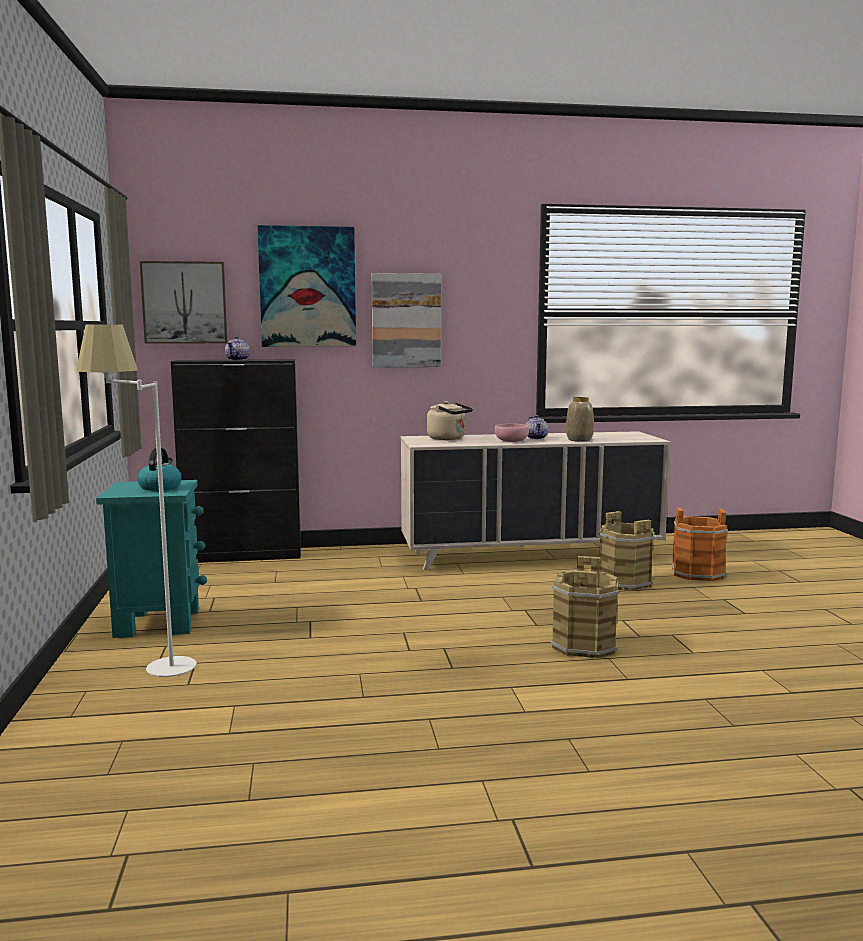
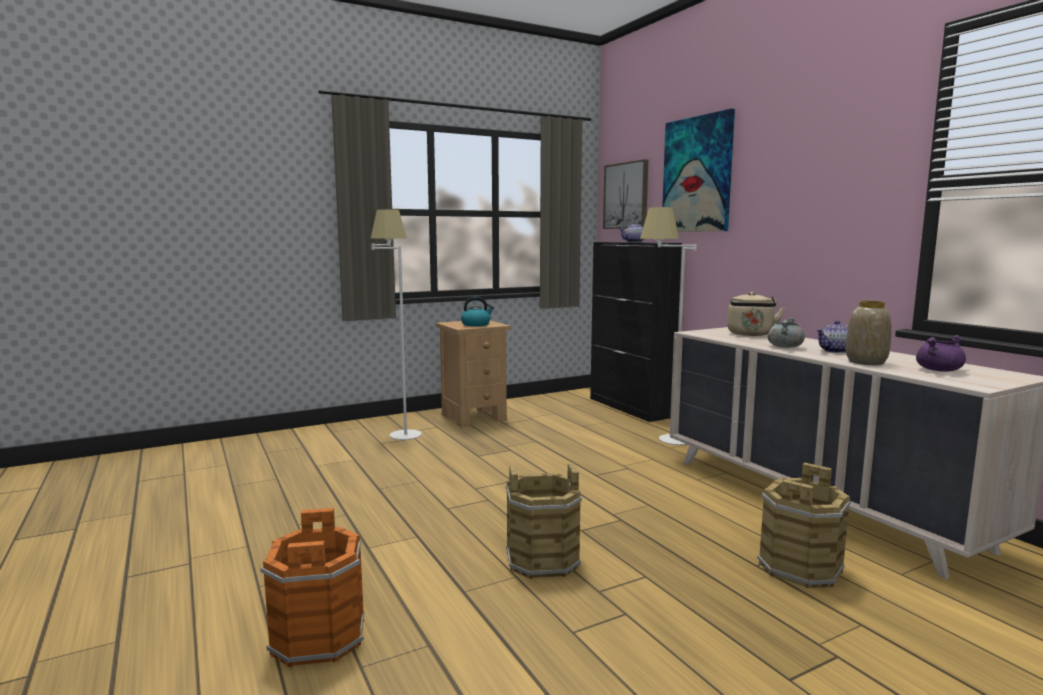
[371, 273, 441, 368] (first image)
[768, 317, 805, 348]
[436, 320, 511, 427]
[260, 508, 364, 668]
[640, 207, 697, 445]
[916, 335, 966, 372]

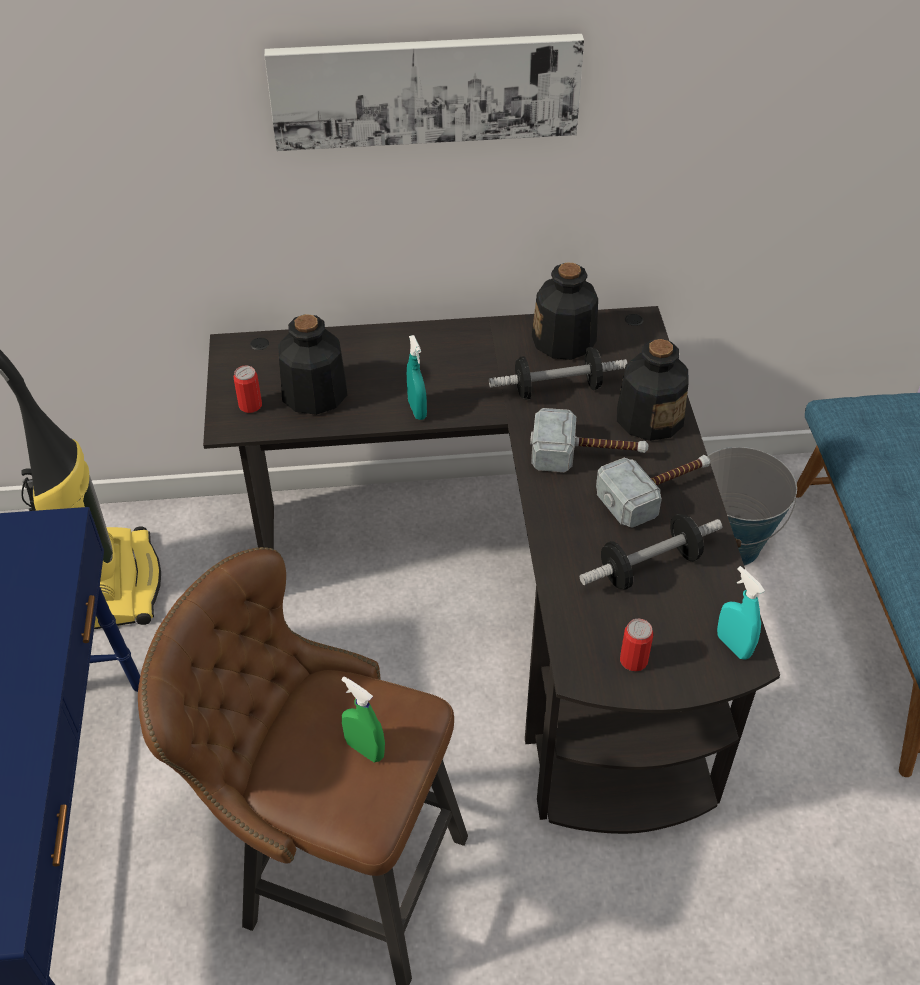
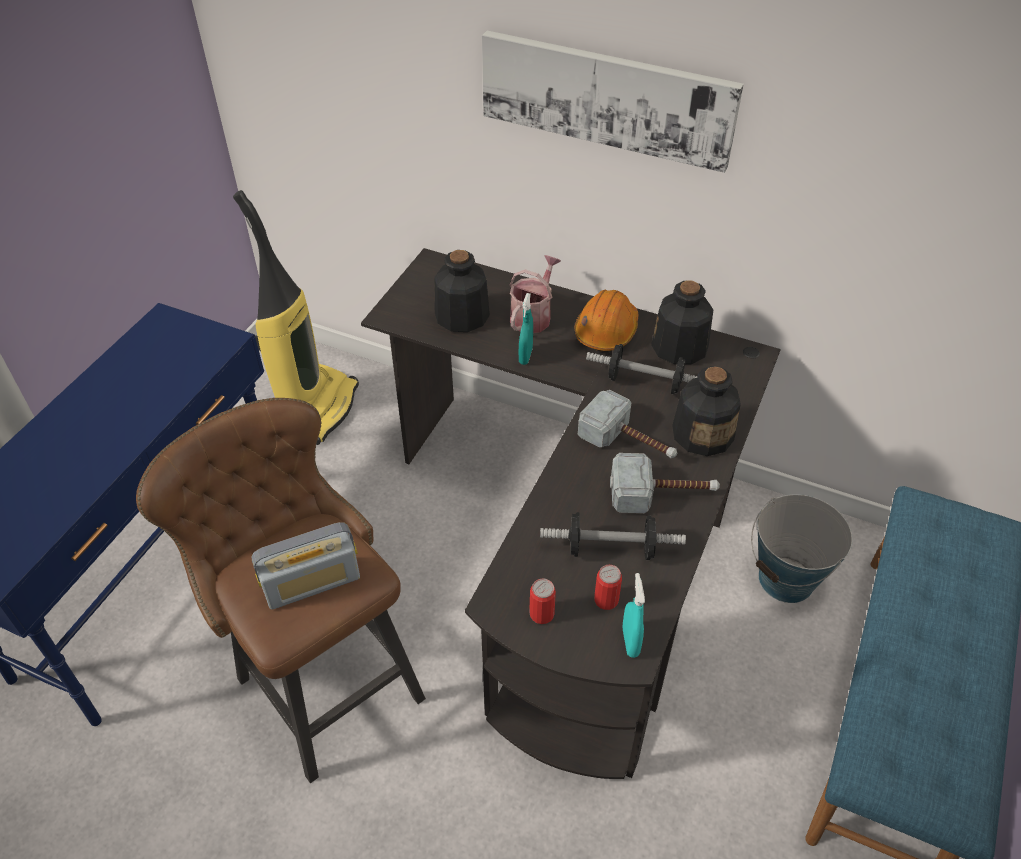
[594, 565, 622, 610]
[252, 522, 360, 610]
[509, 255, 561, 333]
[575, 290, 639, 352]

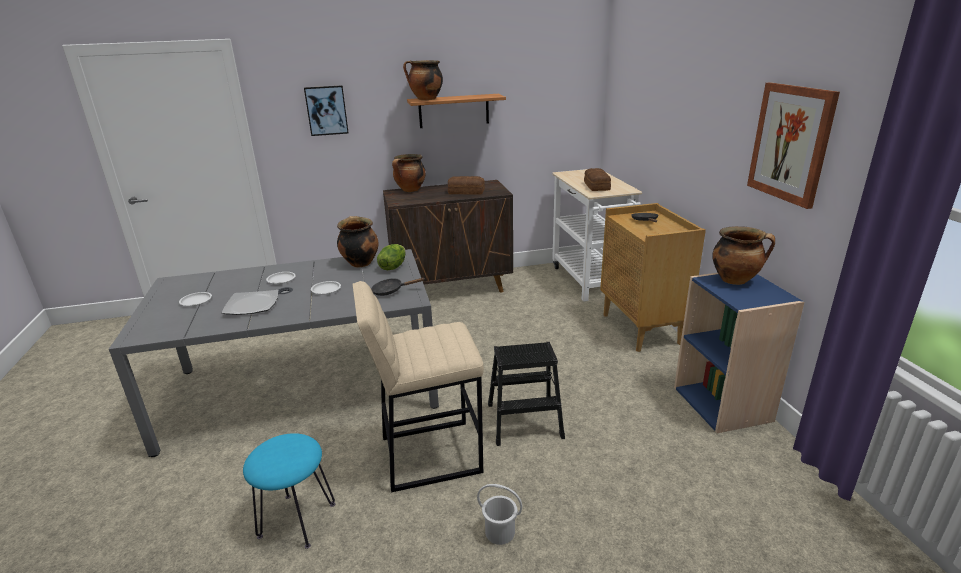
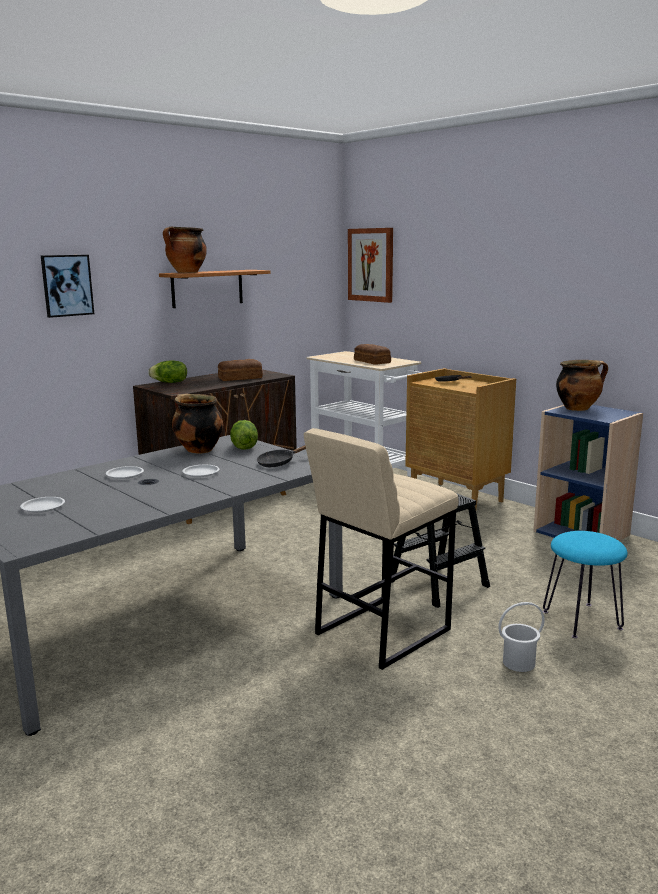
[348, 228, 393, 303]
[148, 361, 187, 383]
[222, 290, 279, 315] (first image)
[543, 531, 628, 638]

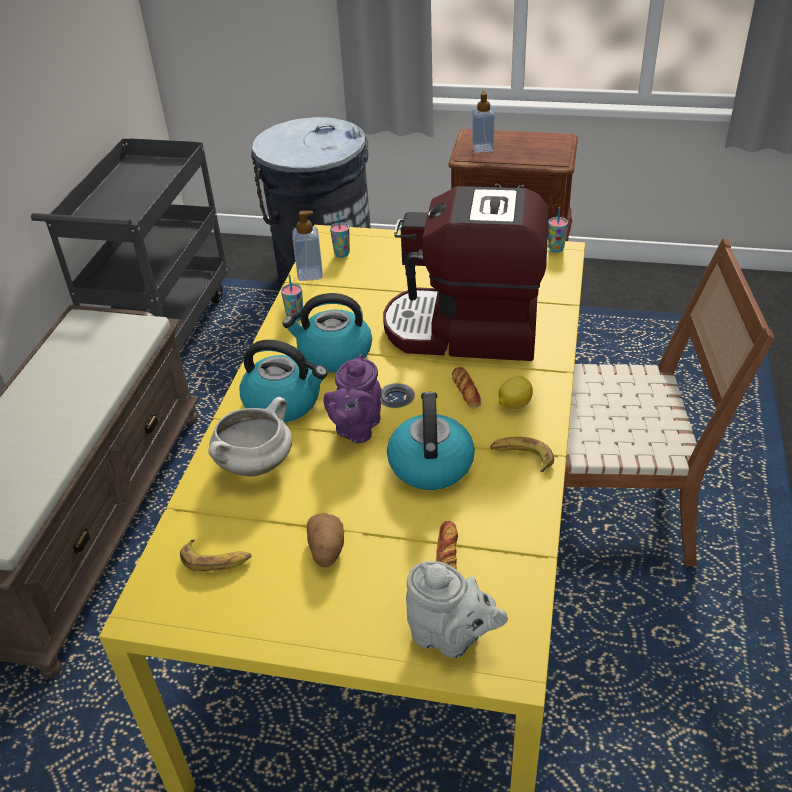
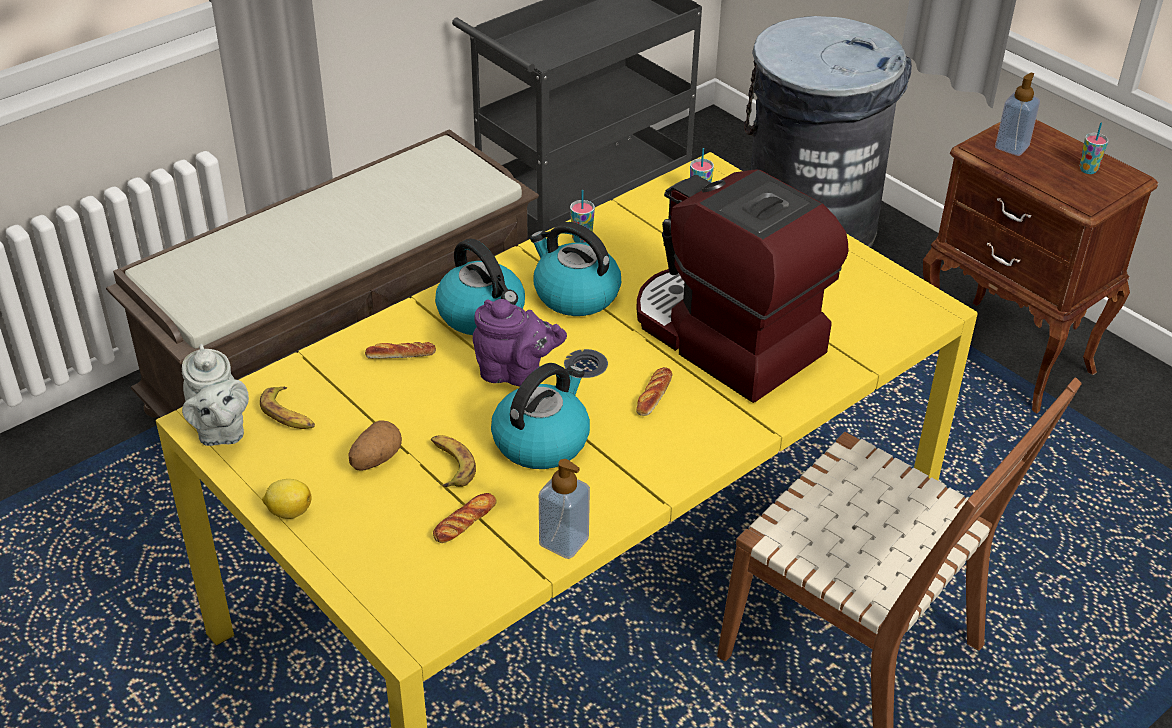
[1080, 122, 1109, 174]
[539, 459, 590, 559]
[473, 299, 567, 386]
[262, 479, 311, 519]
[365, 342, 436, 359]
[431, 435, 476, 487]
[182, 344, 249, 446]

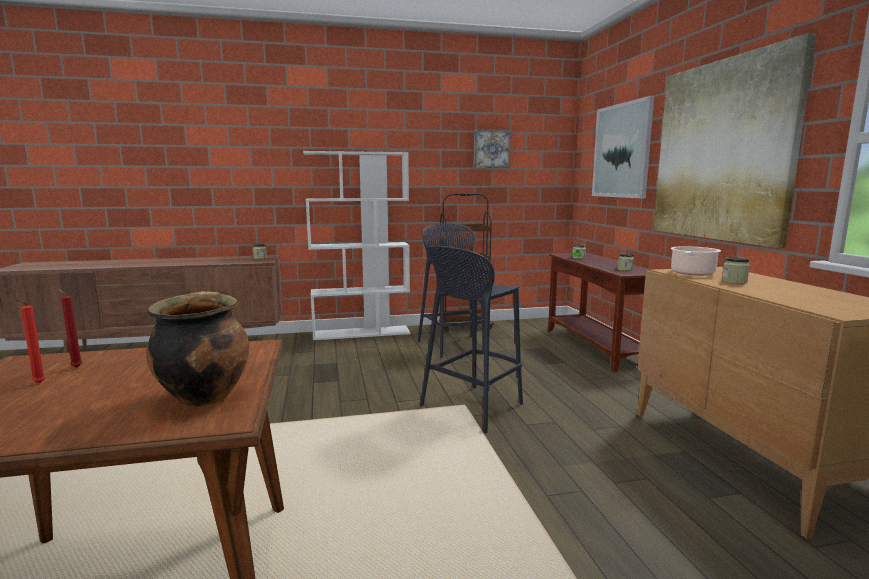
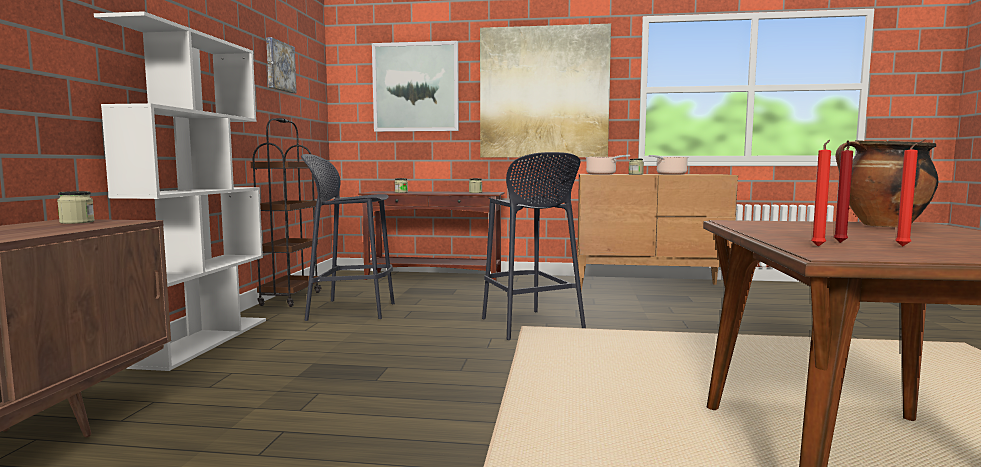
[811, 140, 831, 246]
[649, 155, 688, 174]

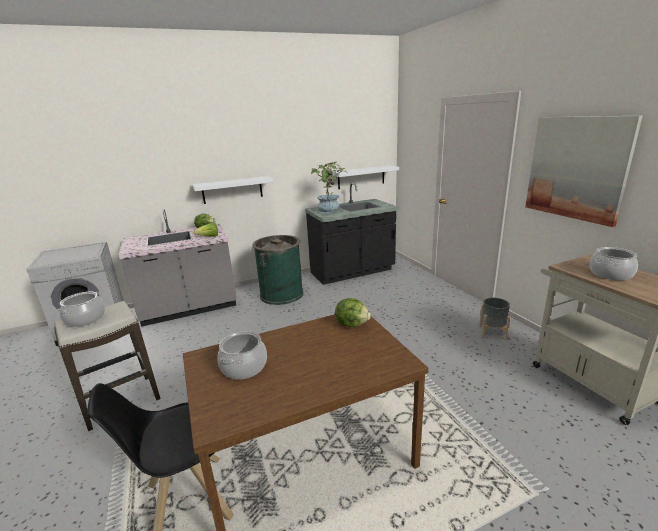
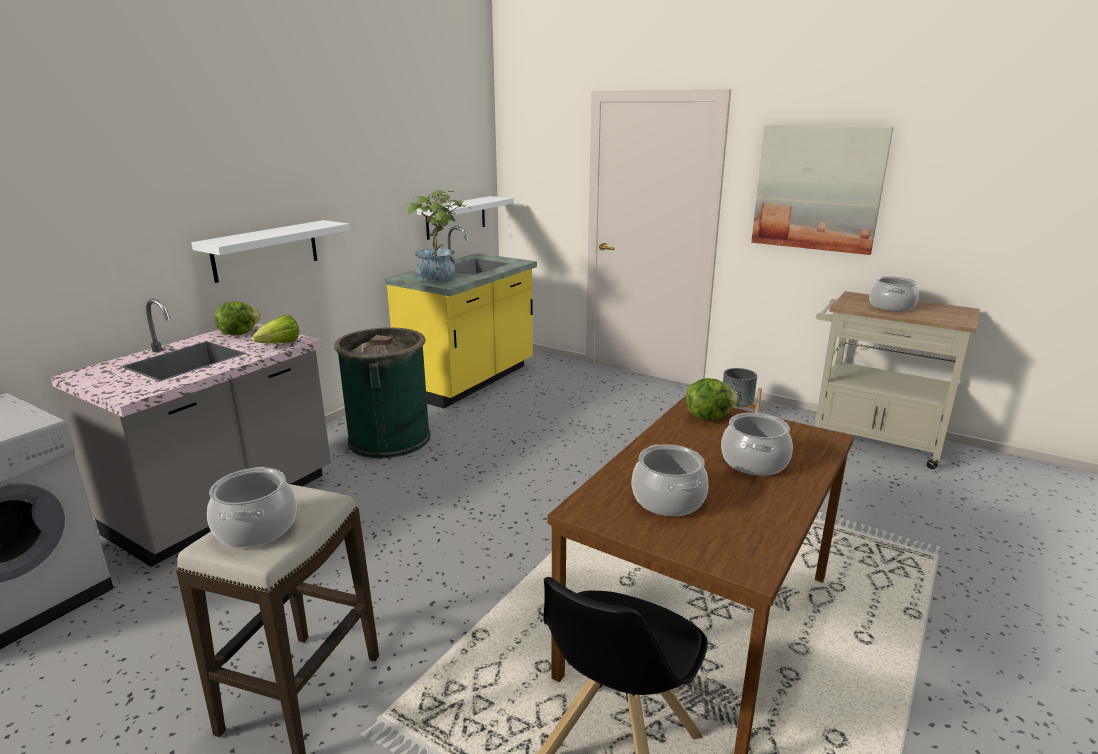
[385, 226, 537, 409]
[721, 413, 793, 476]

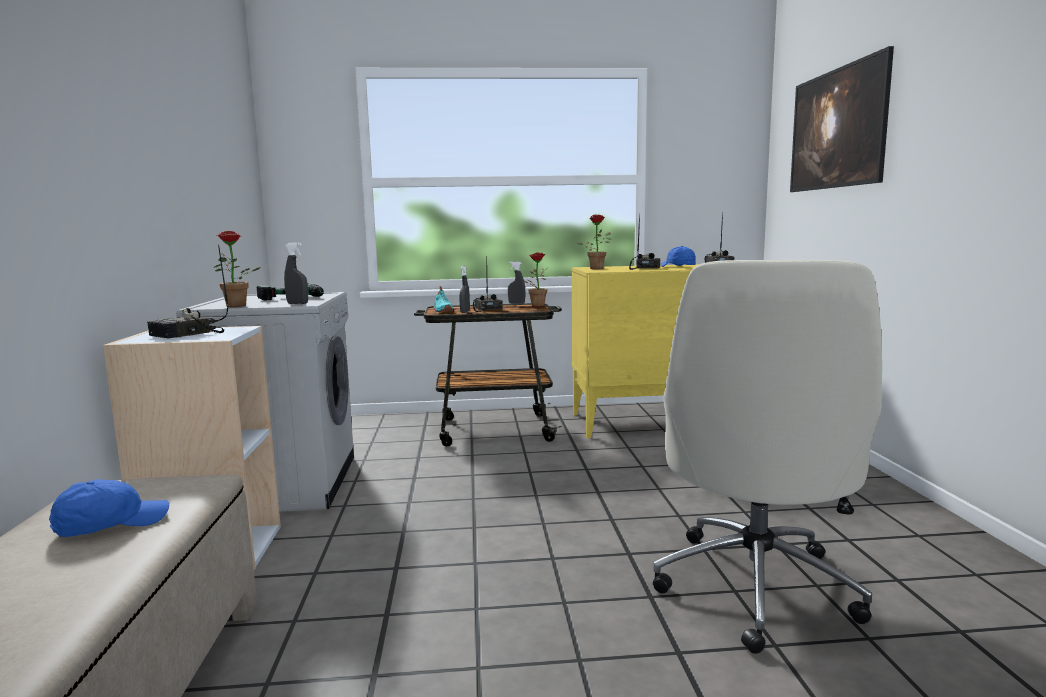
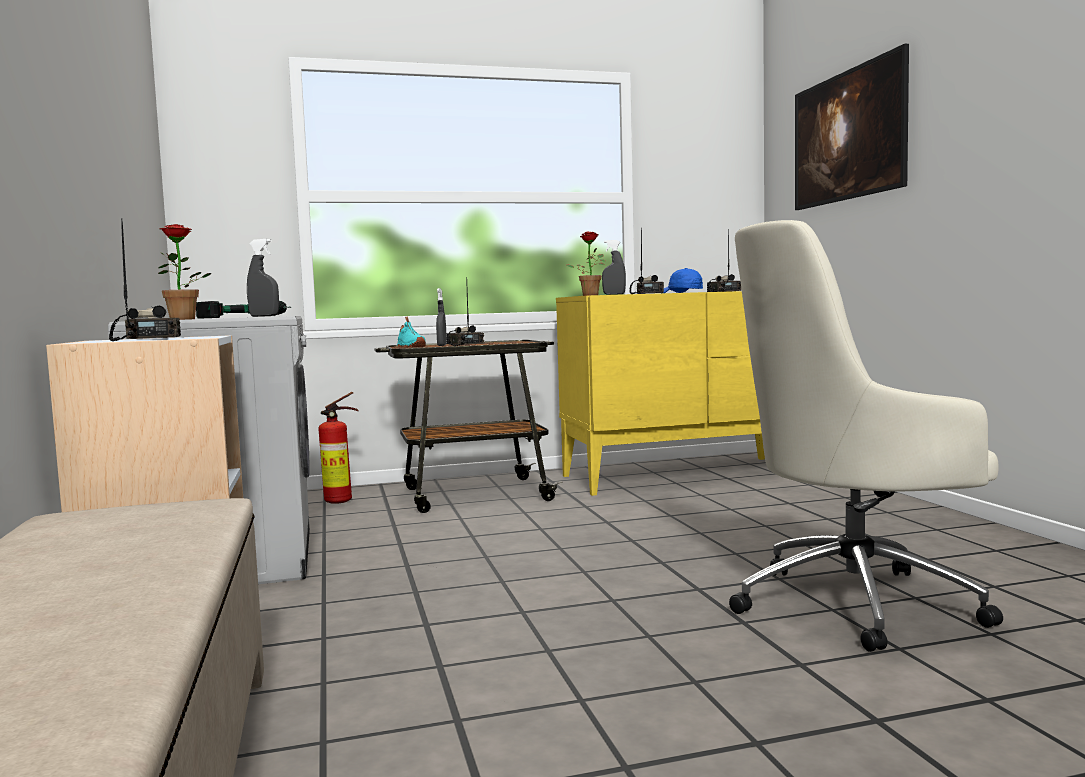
[109, 218, 181, 341]
[524, 252, 549, 307] (first image)
[729, 220, 1003, 652]
[602, 240, 626, 295]
[49, 479, 169, 537] (first image)
[318, 392, 359, 504]

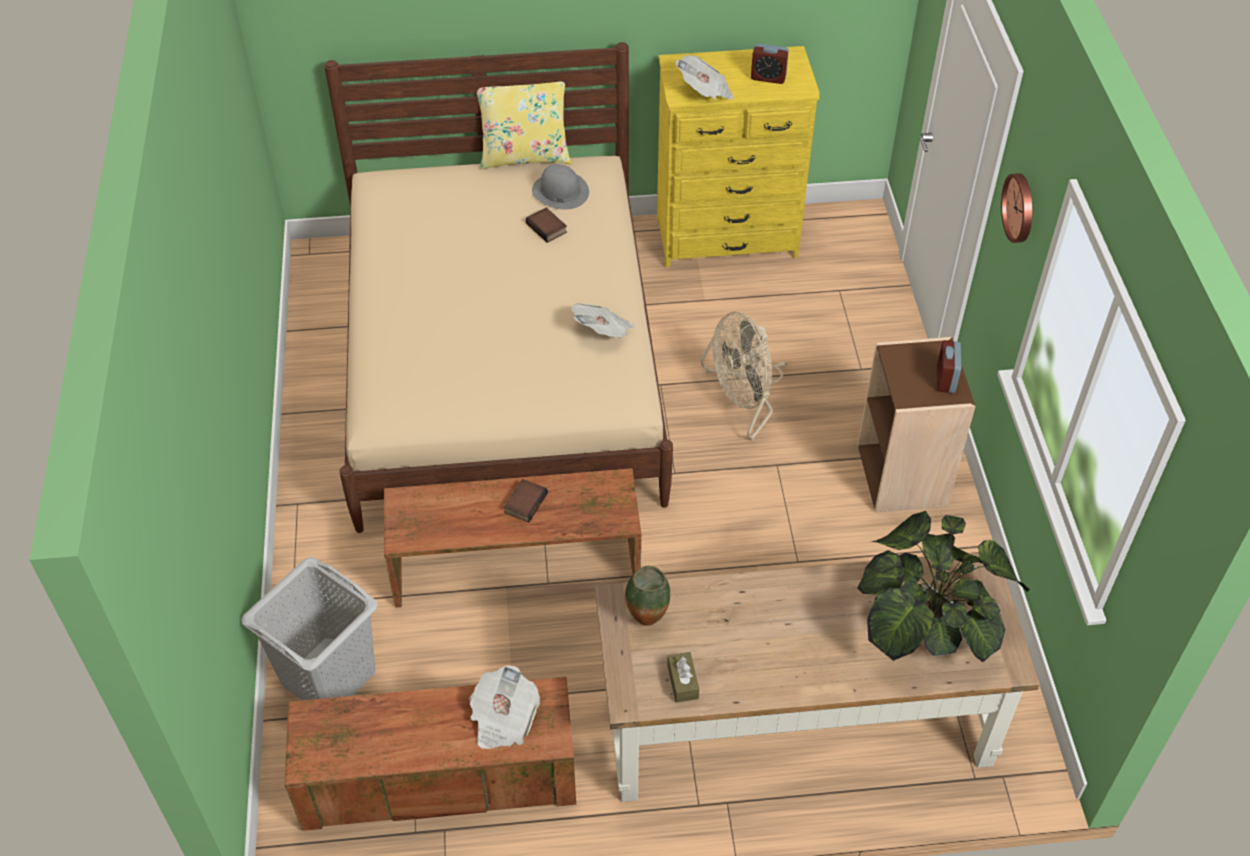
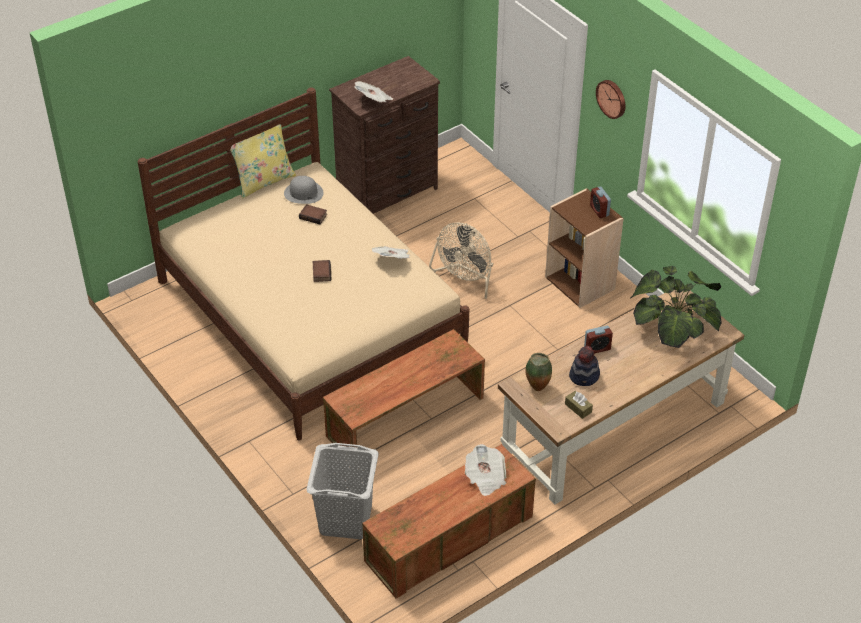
[584, 326, 613, 354]
[329, 56, 440, 214]
[313, 260, 332, 282]
[569, 346, 600, 386]

